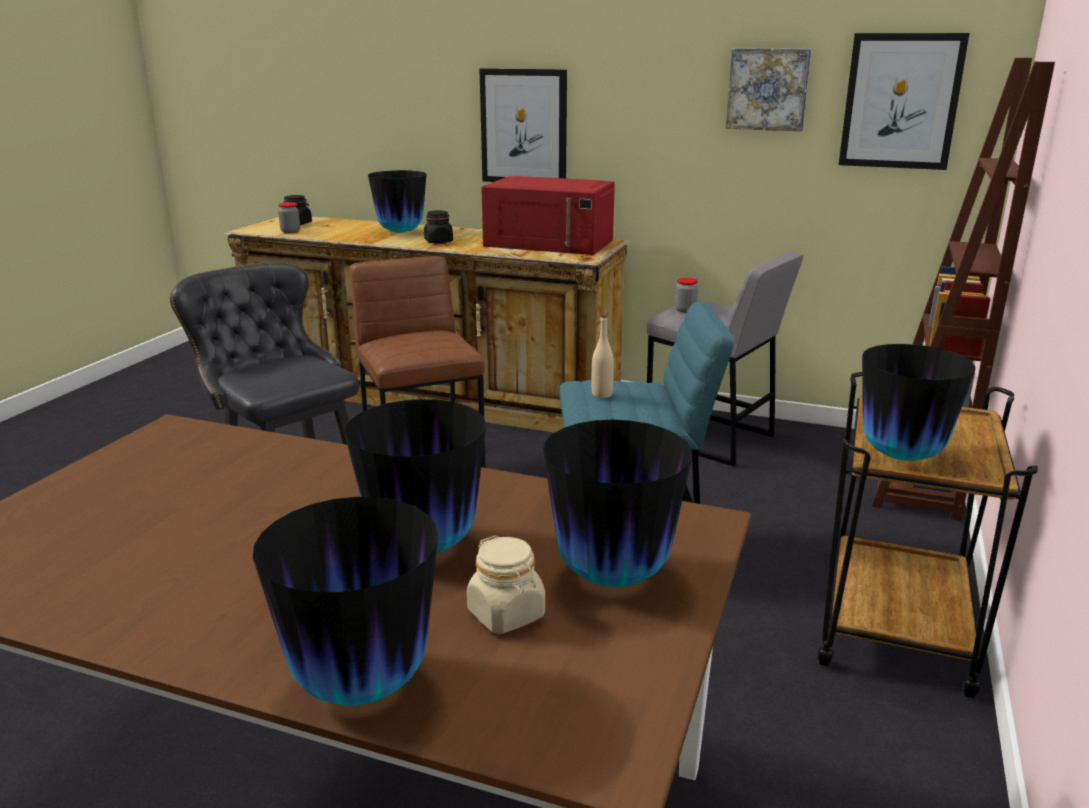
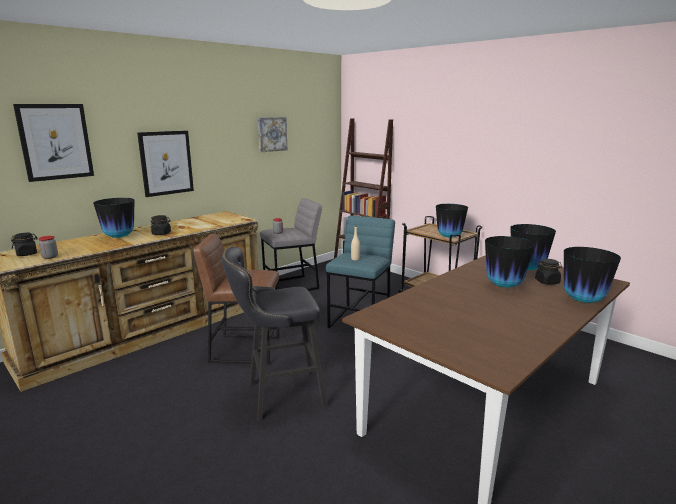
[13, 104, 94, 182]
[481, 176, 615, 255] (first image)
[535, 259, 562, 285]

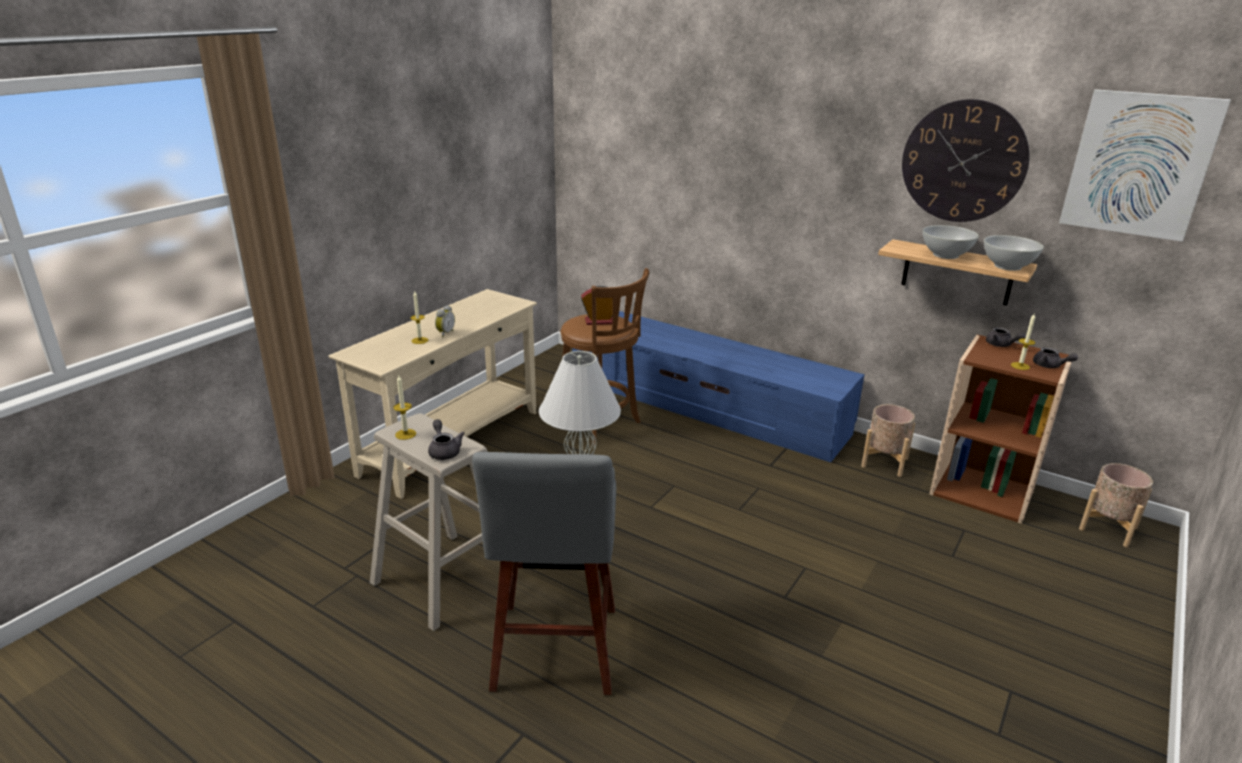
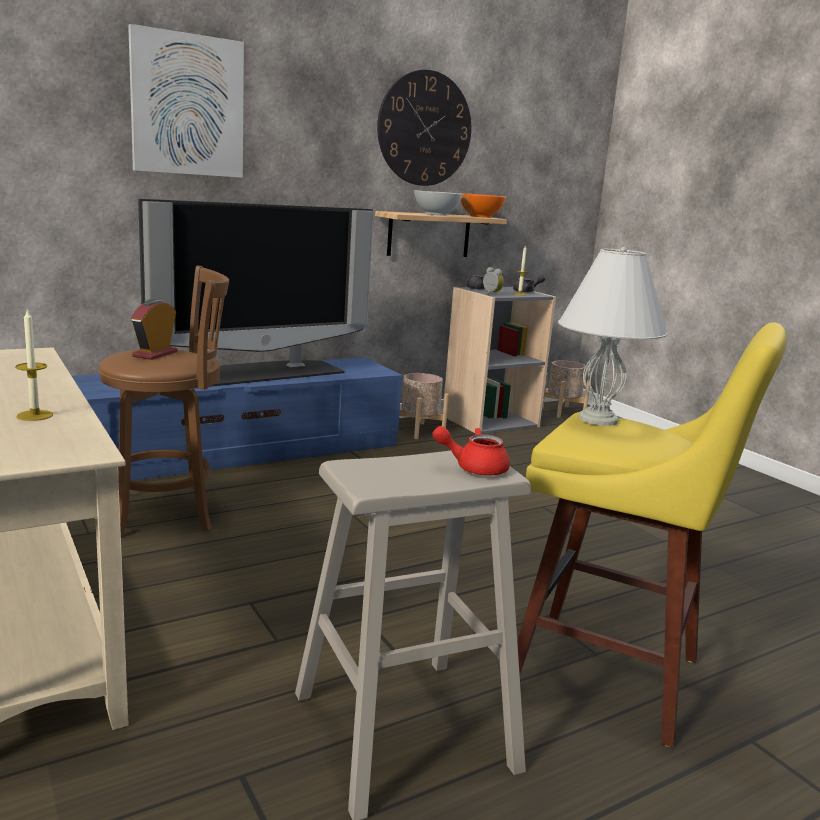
[128, 24, 244, 178]
[460, 193, 506, 218]
[483, 267, 504, 296]
[442, 287, 556, 435]
[393, 375, 416, 440] (first image)
[432, 426, 510, 476]
[517, 322, 787, 748]
[138, 199, 374, 387]

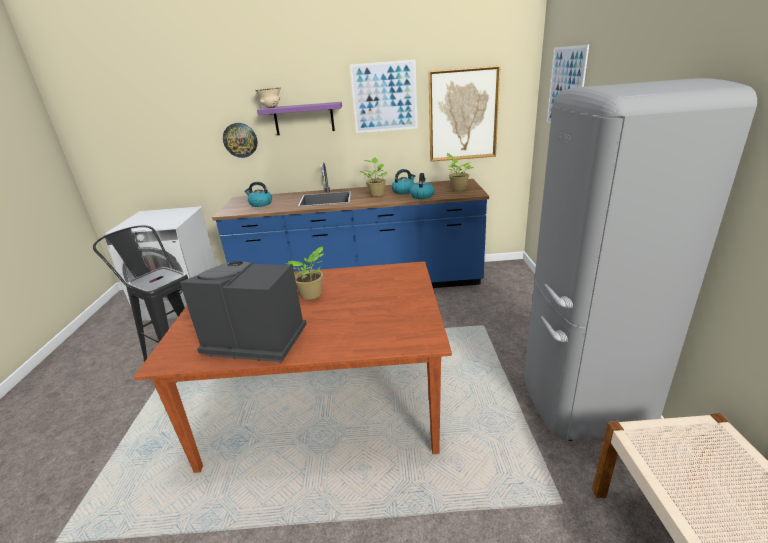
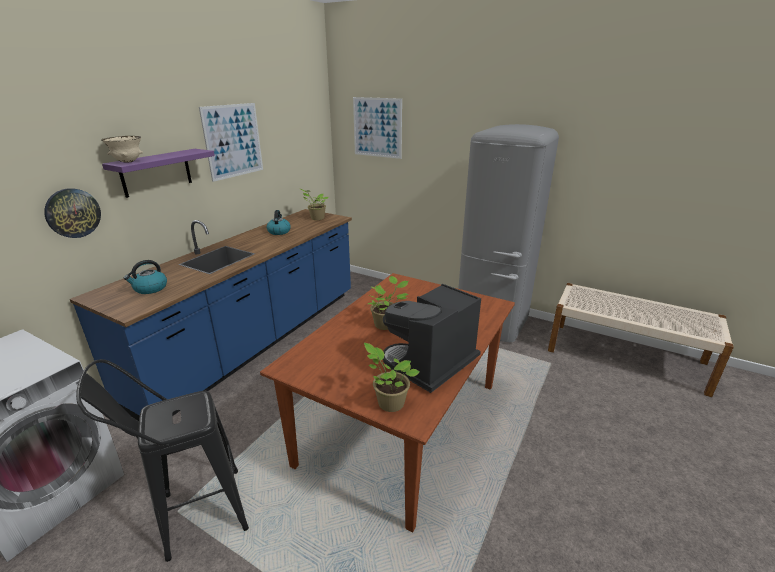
[429, 66, 501, 162] (first image)
[364, 343, 420, 412]
[410, 173, 435, 199] (first image)

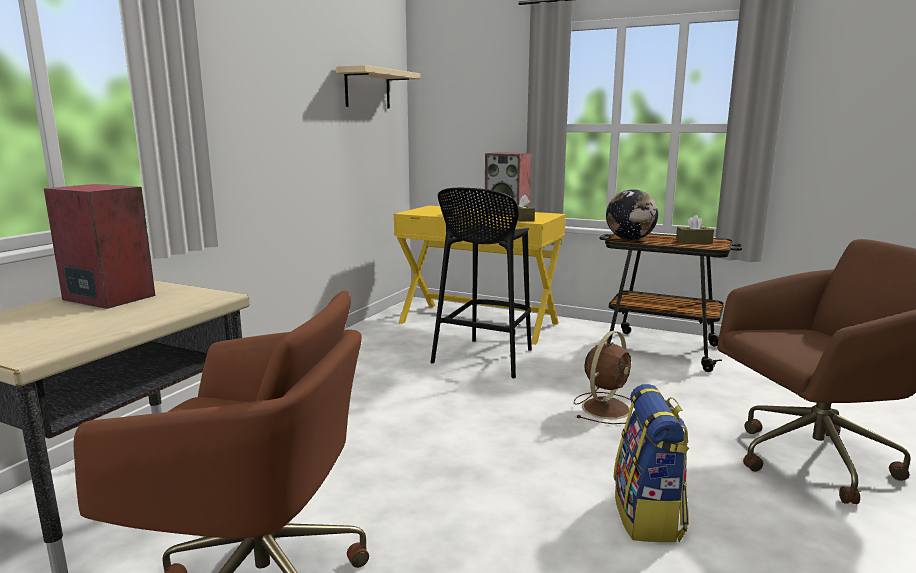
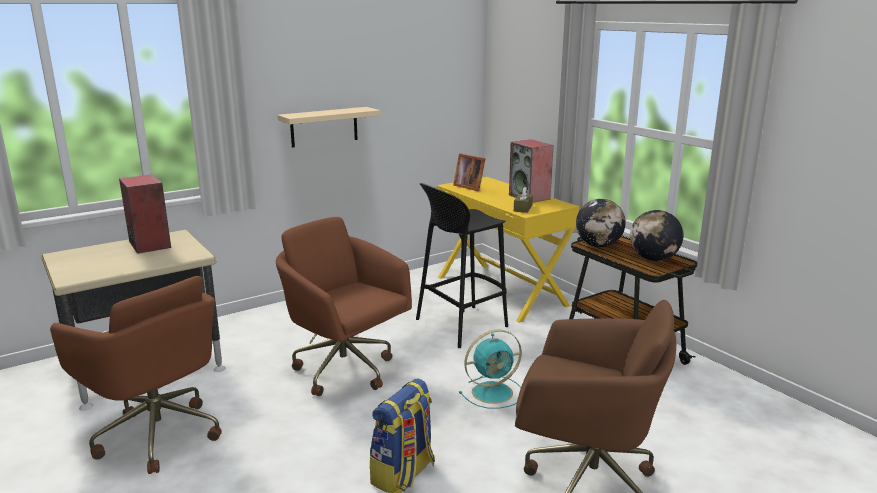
[277, 107, 381, 148]
[630, 210, 684, 261]
[459, 330, 522, 409]
[453, 153, 485, 191]
[276, 217, 412, 396]

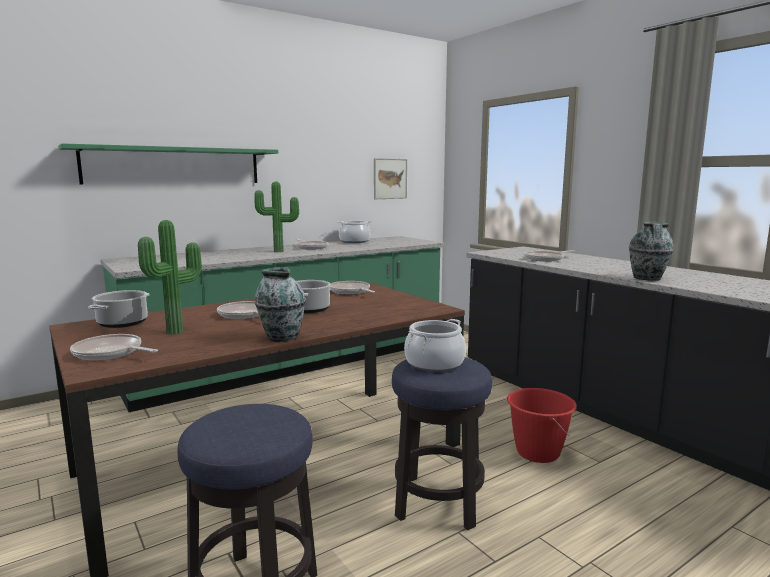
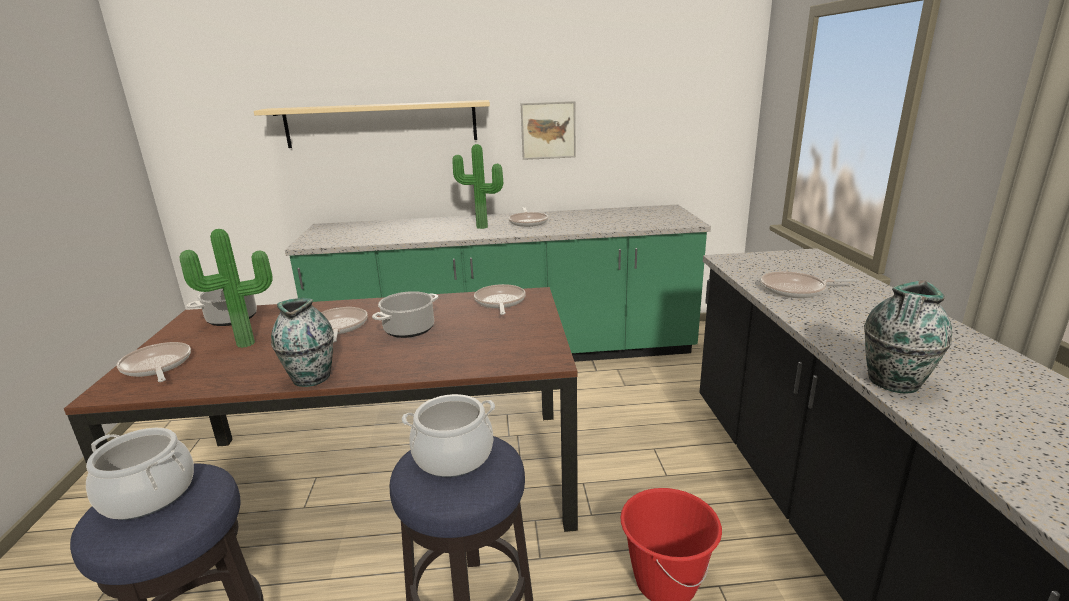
[254, 100, 490, 148]
[520, 101, 576, 160]
[86, 428, 194, 520]

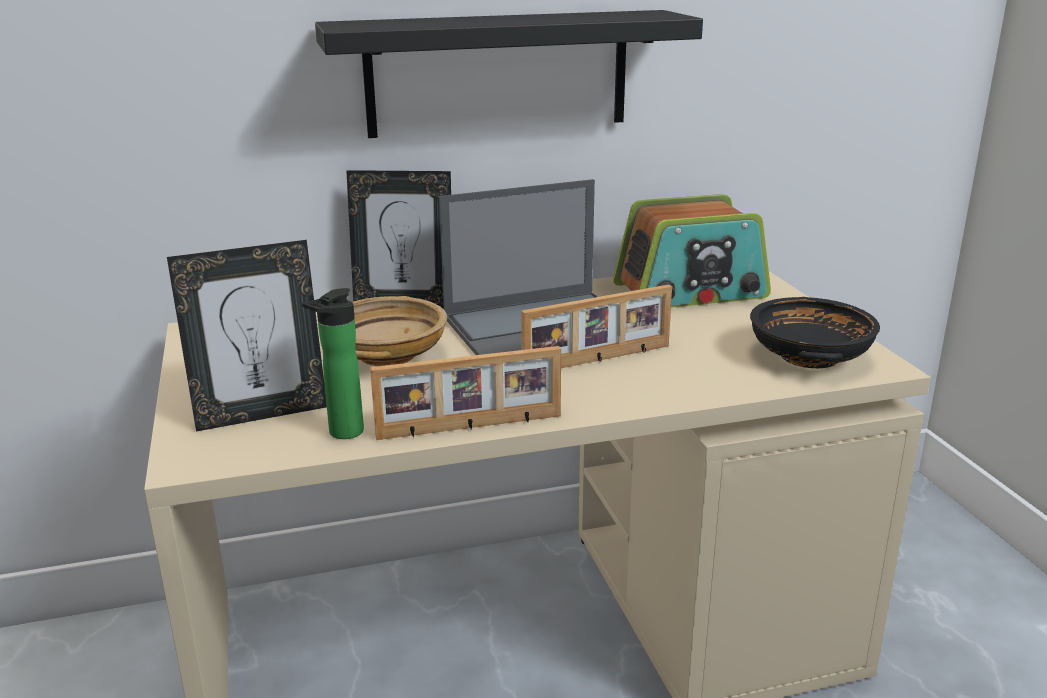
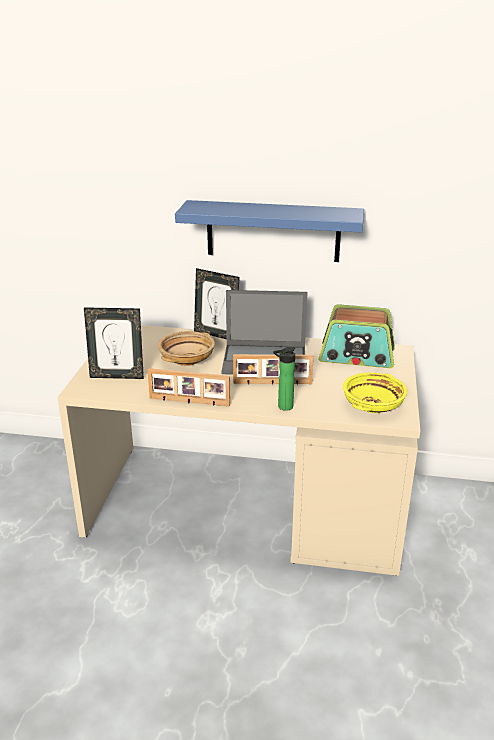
[175, 200, 364, 262]
[273, 347, 295, 411]
[343, 373, 407, 413]

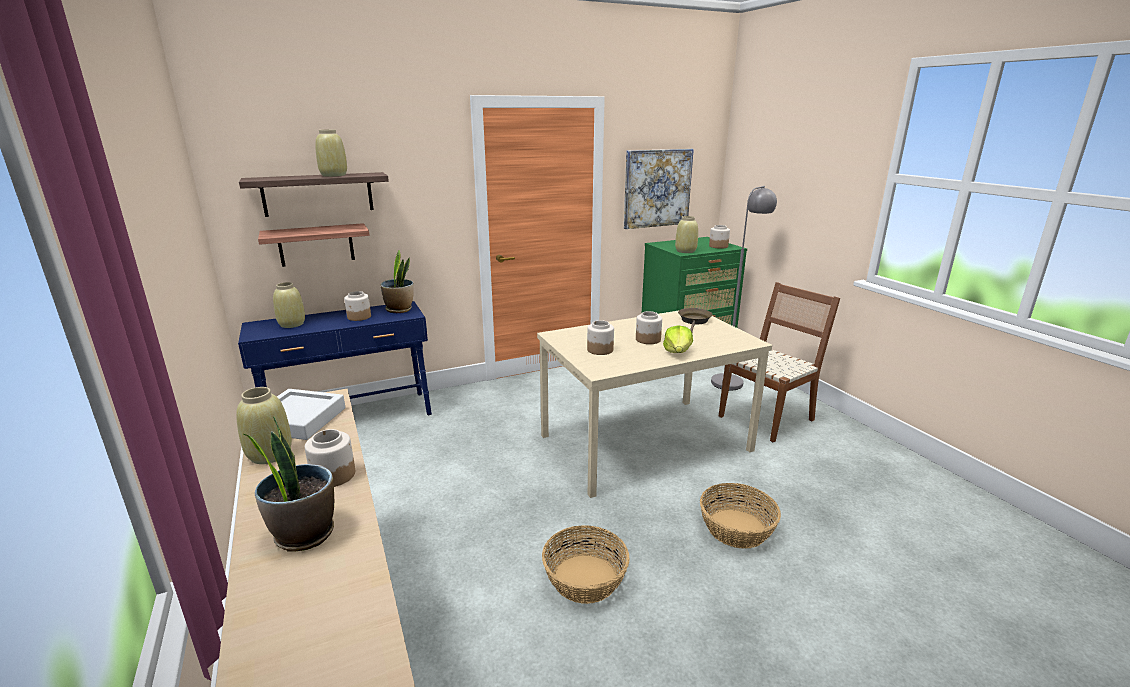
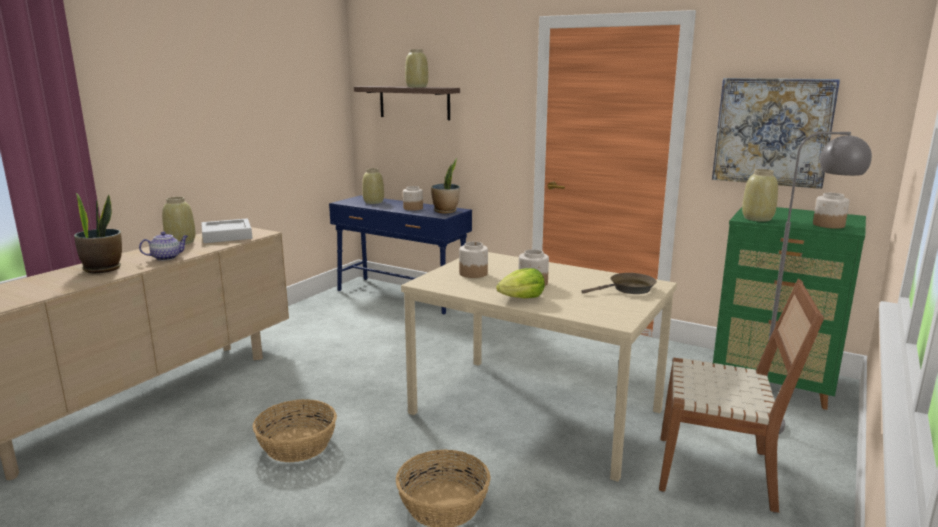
[258, 223, 370, 267] (first image)
[139, 232, 188, 261]

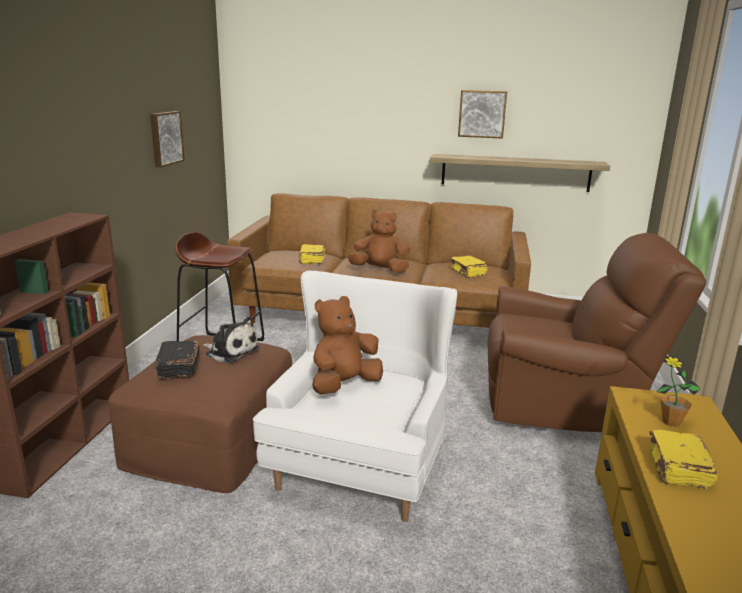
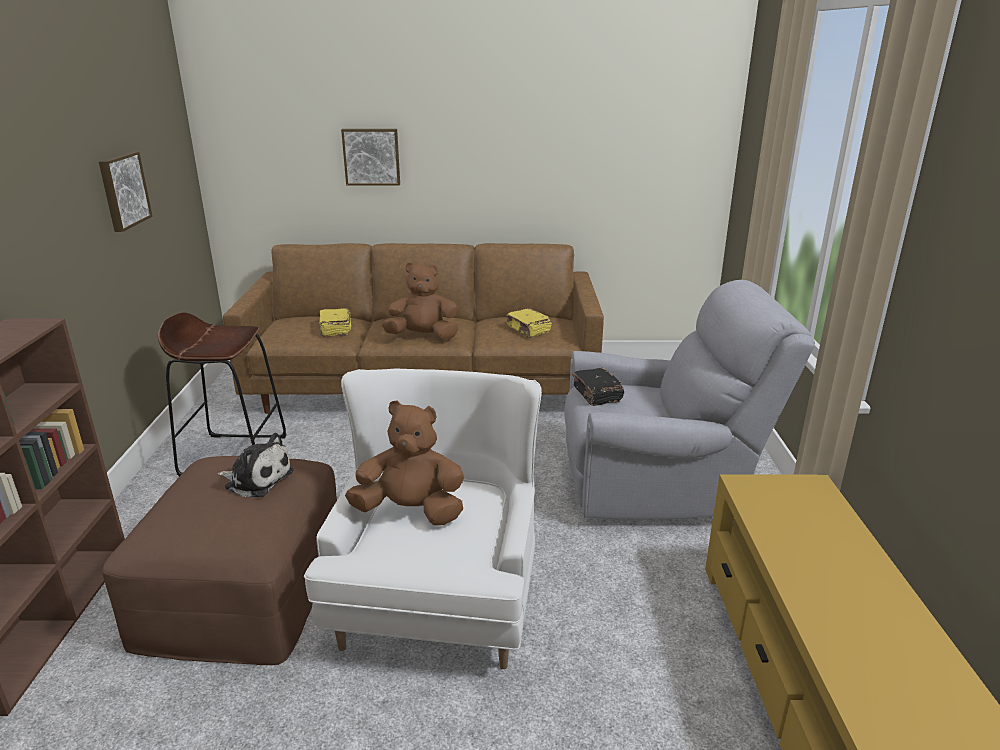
[341, 129, 400, 186]
[430, 154, 610, 192] (first image)
[564, 280, 815, 519]
[345, 400, 464, 525]
[572, 368, 624, 406]
[656, 356, 701, 427] (first image)
[649, 430, 717, 490] (first image)

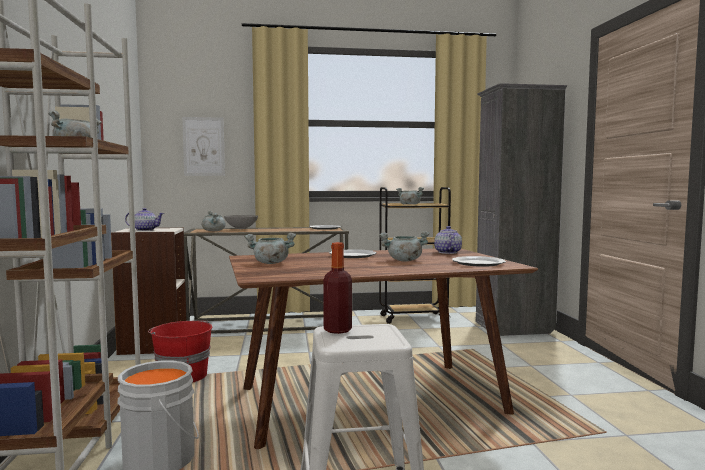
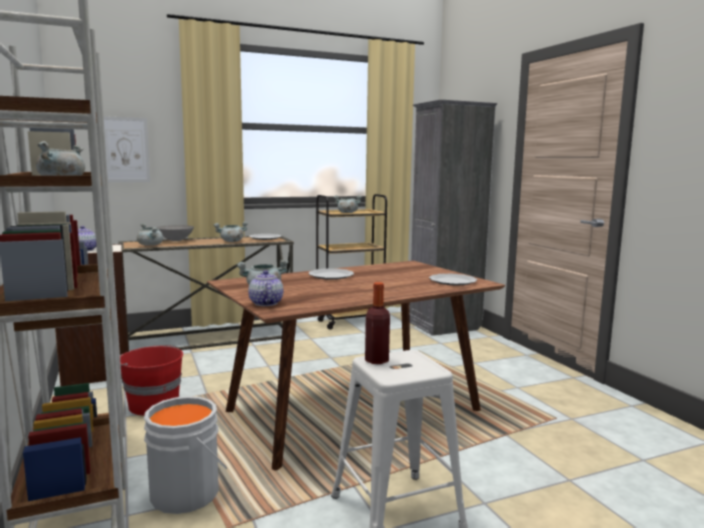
[248, 270, 283, 306]
[214, 221, 248, 242]

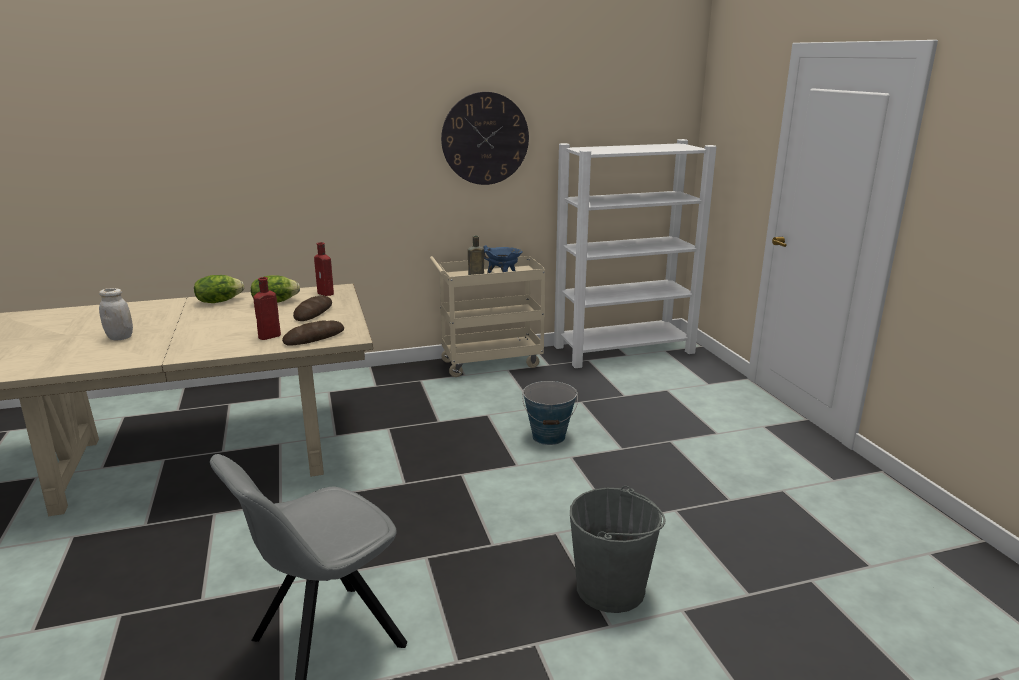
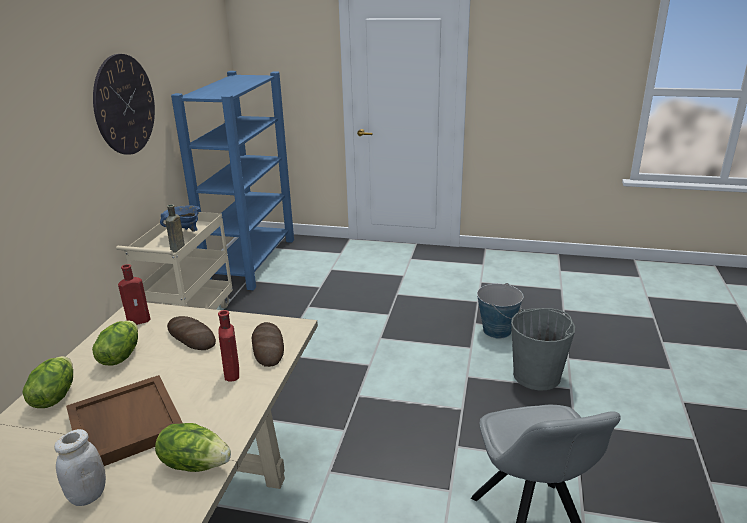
[171, 71, 294, 290]
[477, 283, 524, 339]
[66, 375, 183, 466]
[155, 423, 231, 472]

